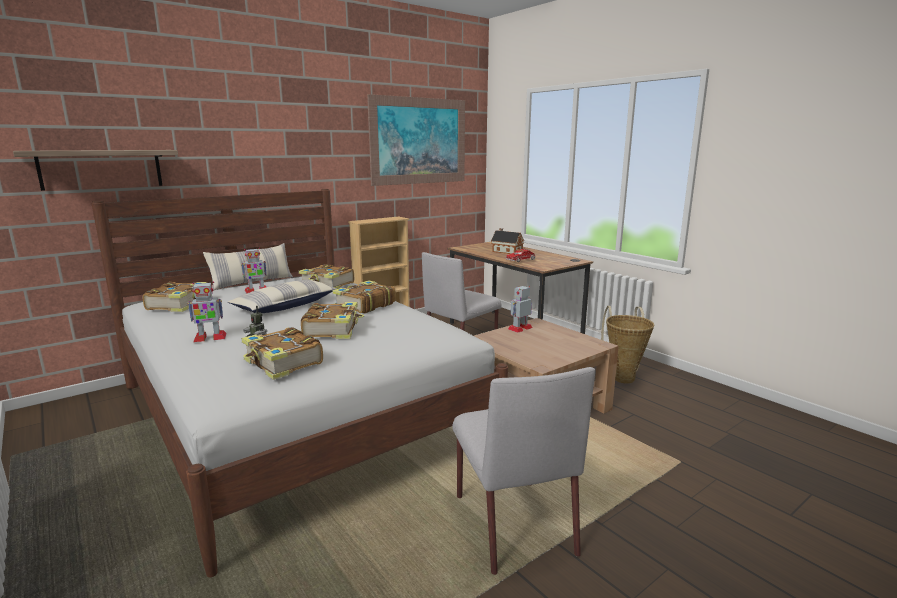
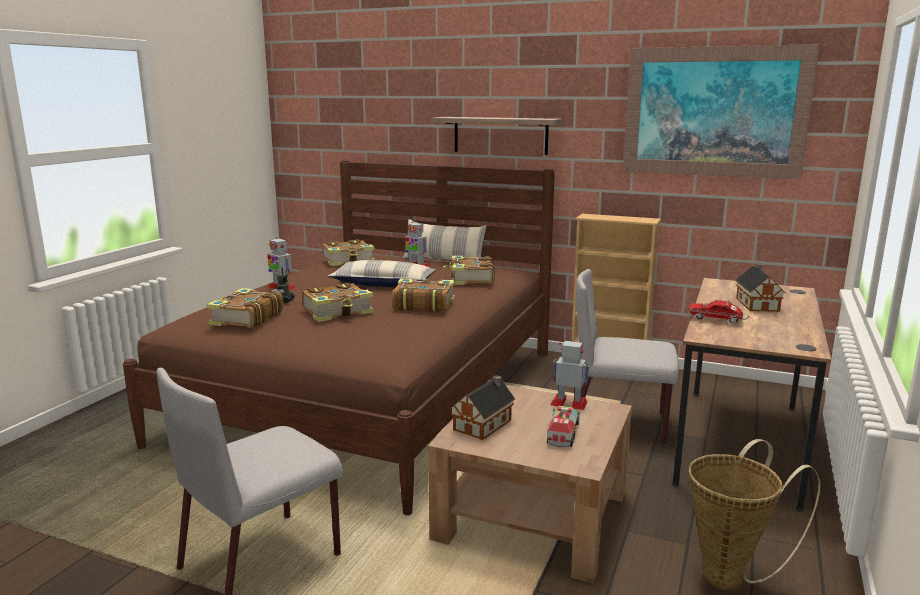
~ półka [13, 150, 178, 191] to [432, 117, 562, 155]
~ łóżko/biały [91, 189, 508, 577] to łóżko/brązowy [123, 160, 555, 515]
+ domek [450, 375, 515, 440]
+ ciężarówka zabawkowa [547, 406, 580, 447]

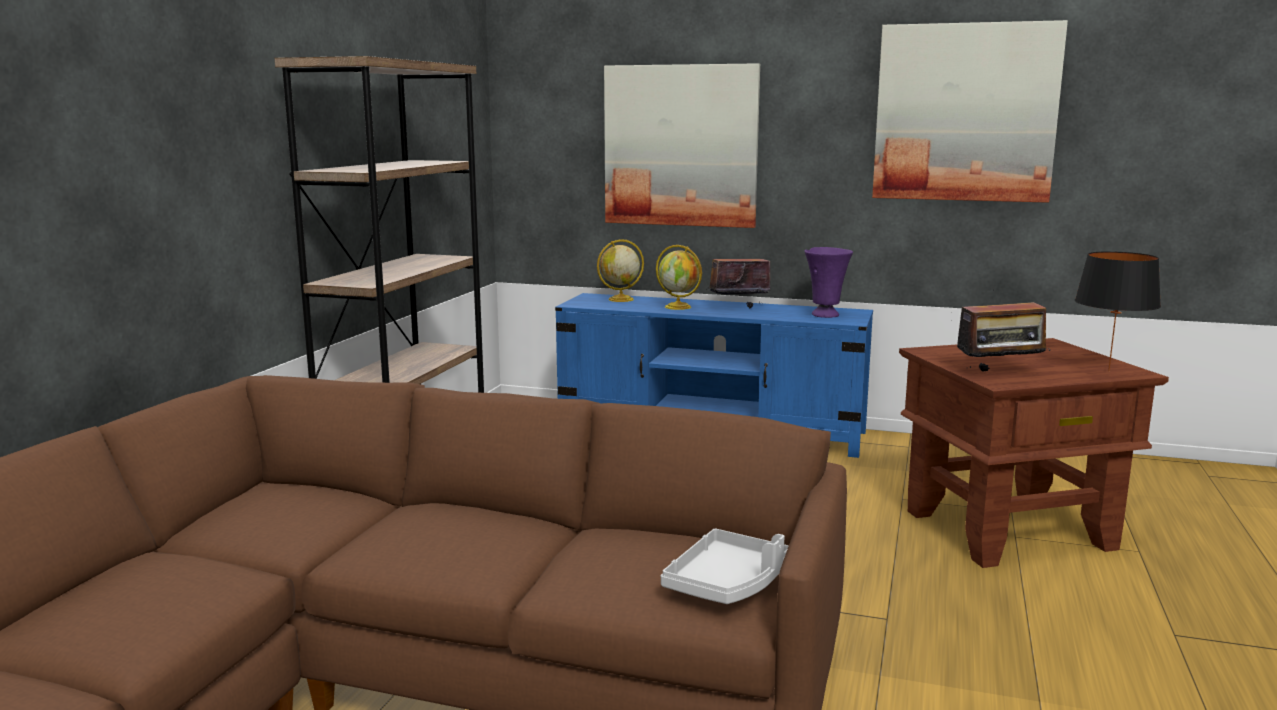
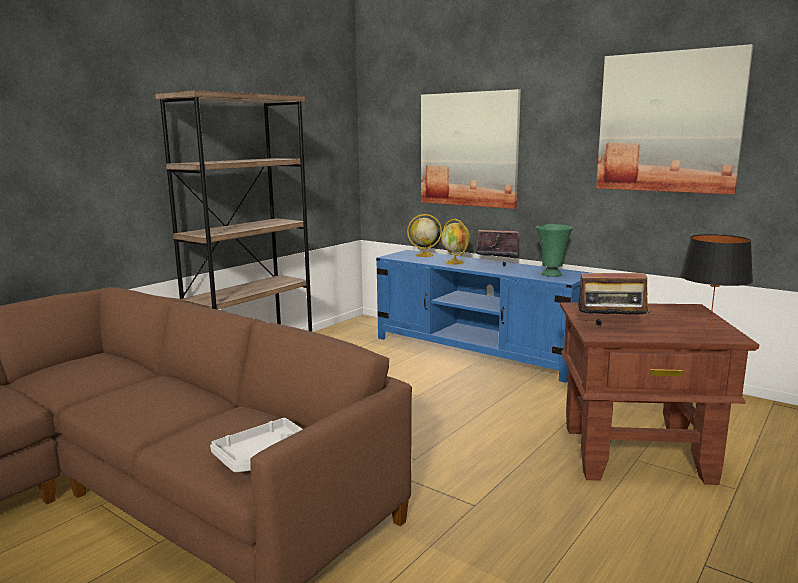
~ wazon/fioletowy [805, 247, 853, 318] to wazon/zielony [536, 224, 573, 277]

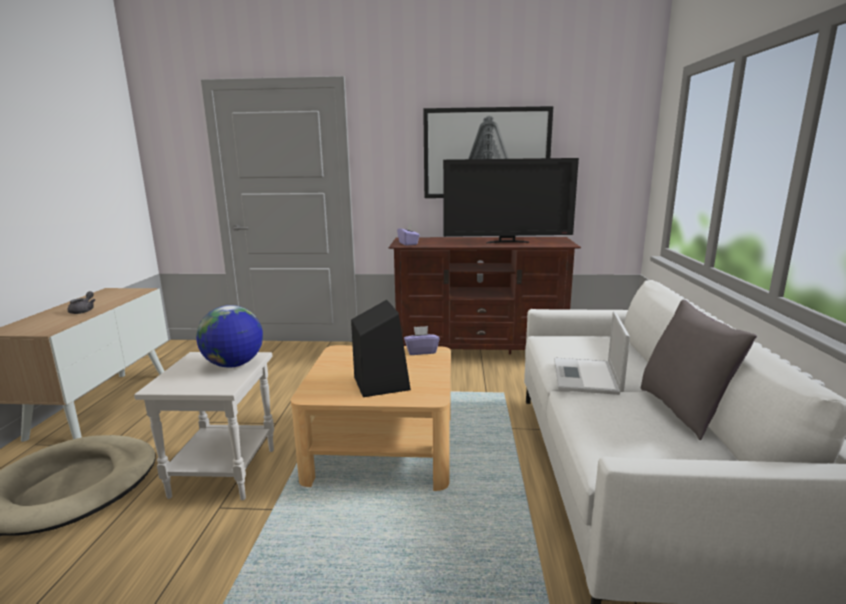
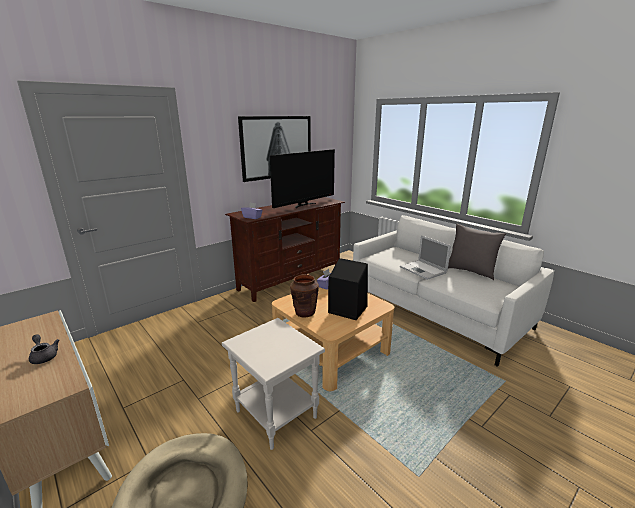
- globus [196, 305, 263, 368]
+ wazon/brązowy [290, 274, 319, 318]

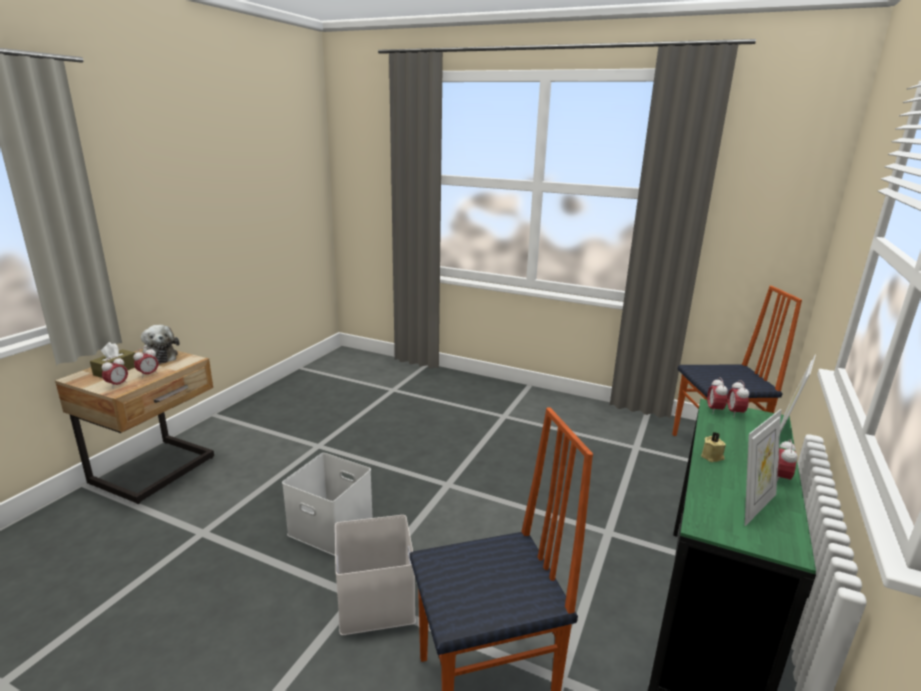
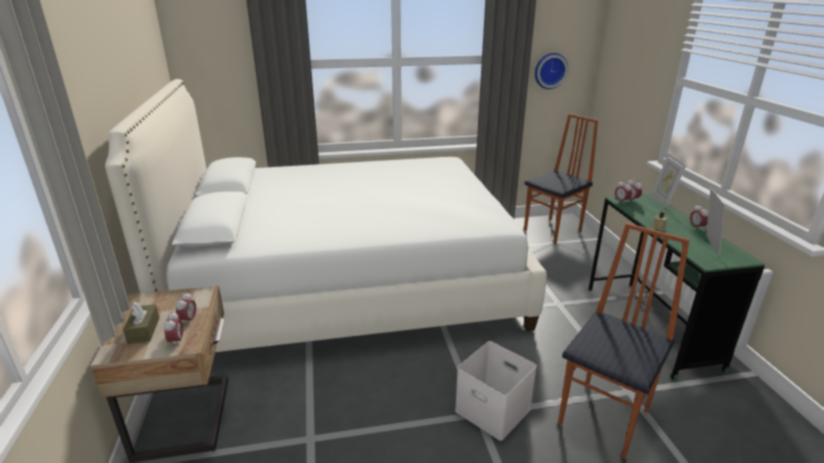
- pluszak [141, 325, 179, 364]
- pojemnik do przechowywania/biały [282, 453, 372, 556]
+ łóżko/biały [105, 79, 547, 352]
+ zegar ścienny [535, 53, 568, 89]

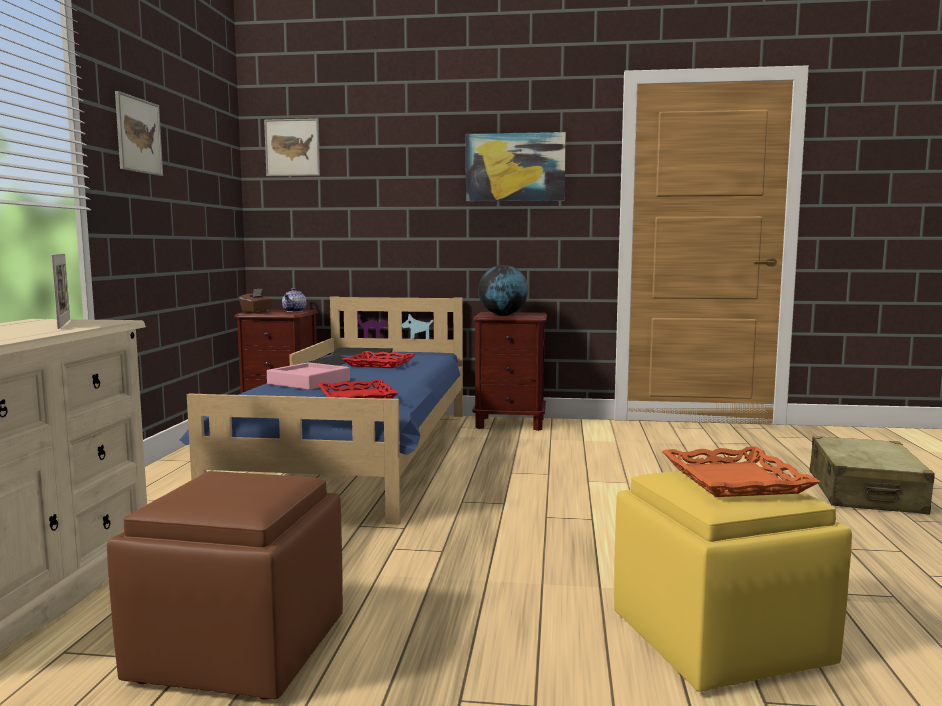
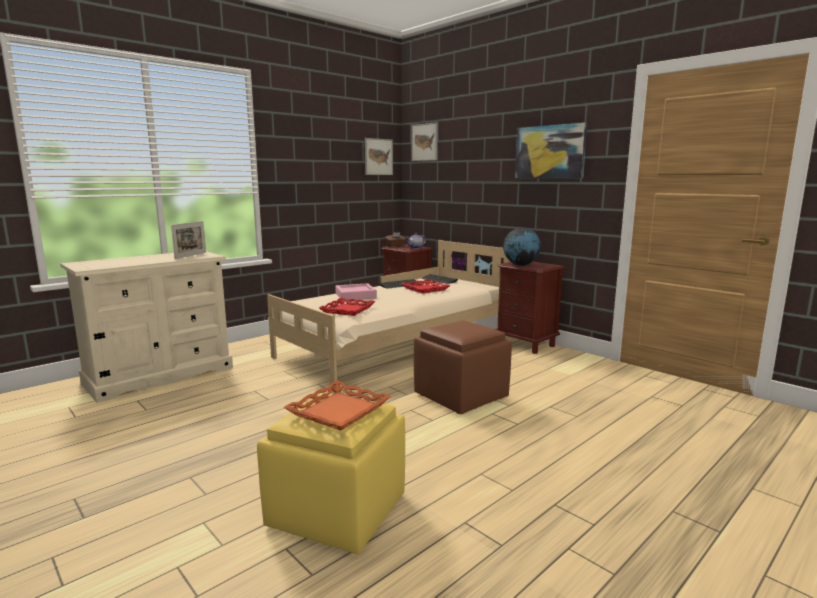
~ pufa/brązowy [107, 471, 343, 700] to [414, 320, 512, 414]
~ obraz [115, 91, 163, 176] to [365, 138, 393, 175]
~ łóżko/niebieski [179, 296, 463, 525] to łóżko/beżowy [267, 240, 510, 387]
- walizka/beżowy [810, 436, 935, 514]

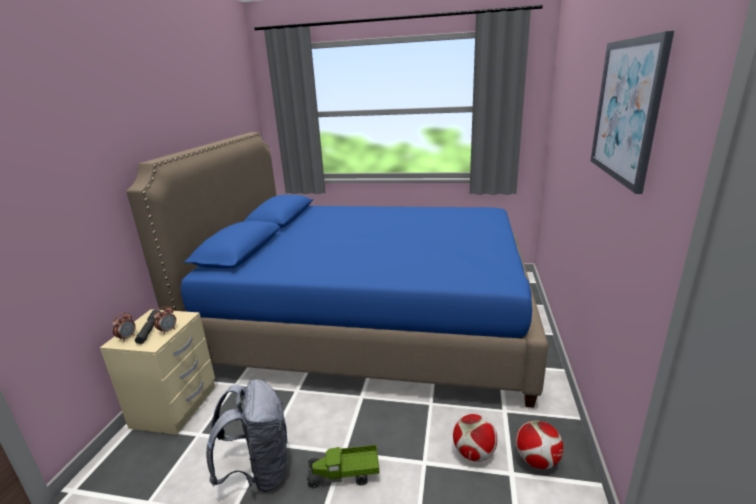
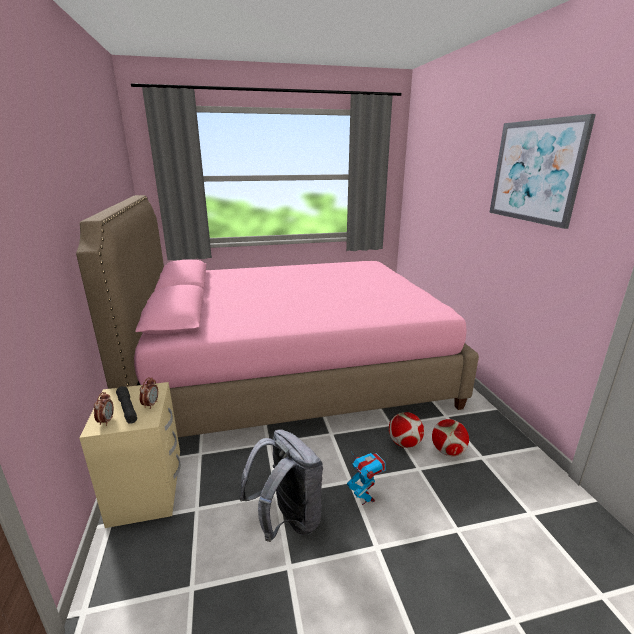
~ łóżko/niebieski [127, 132, 548, 408] to łóżko/różowy [76, 195, 479, 437]
~ ciężarówka zabawkowa [307, 445, 380, 488] to robot zabawkowy [347, 452, 386, 505]
~ piłka futbolowa [516, 421, 564, 469] to [389, 412, 424, 448]

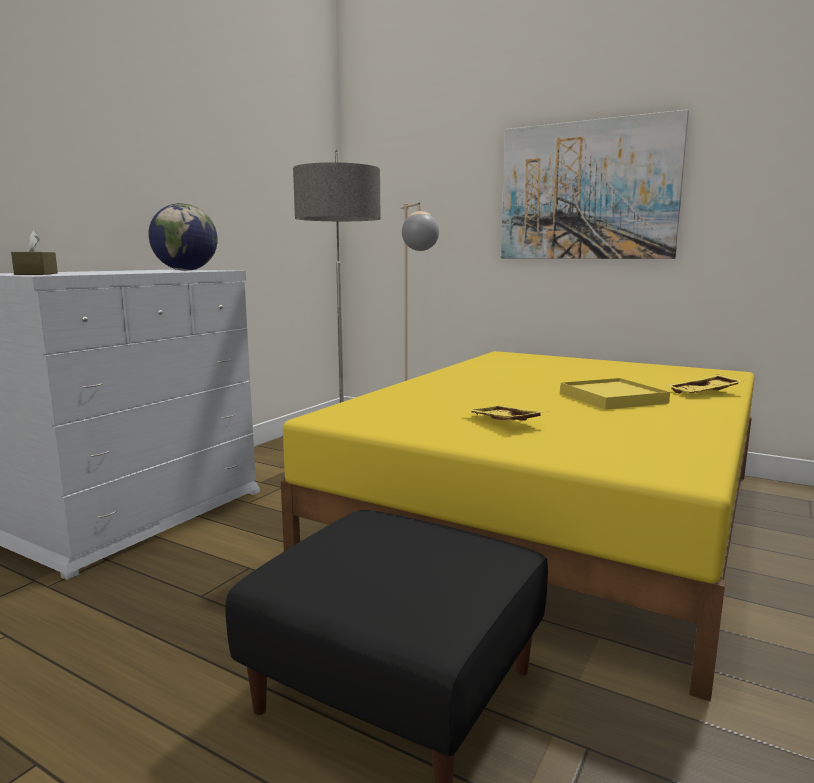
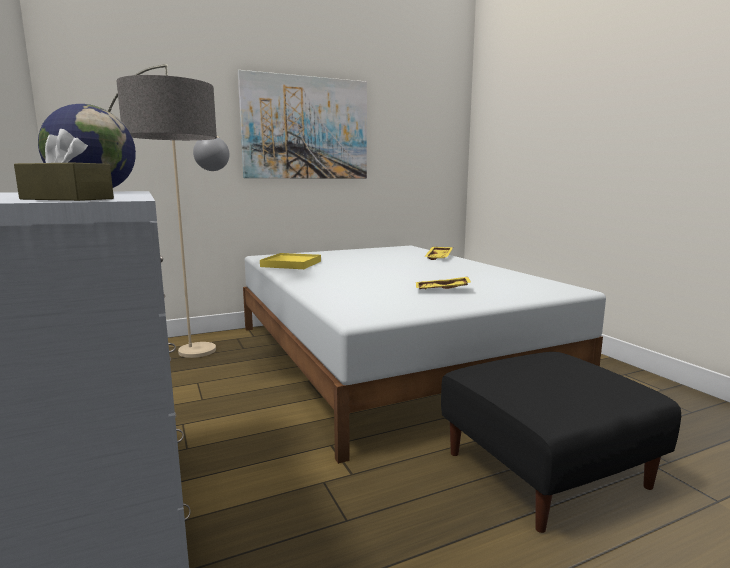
~ łóżko/żółty [281, 351, 755, 702] to łóżko/biały [243, 246, 606, 464]
~ taca/żółty [560, 378, 670, 410] to [260, 253, 321, 269]

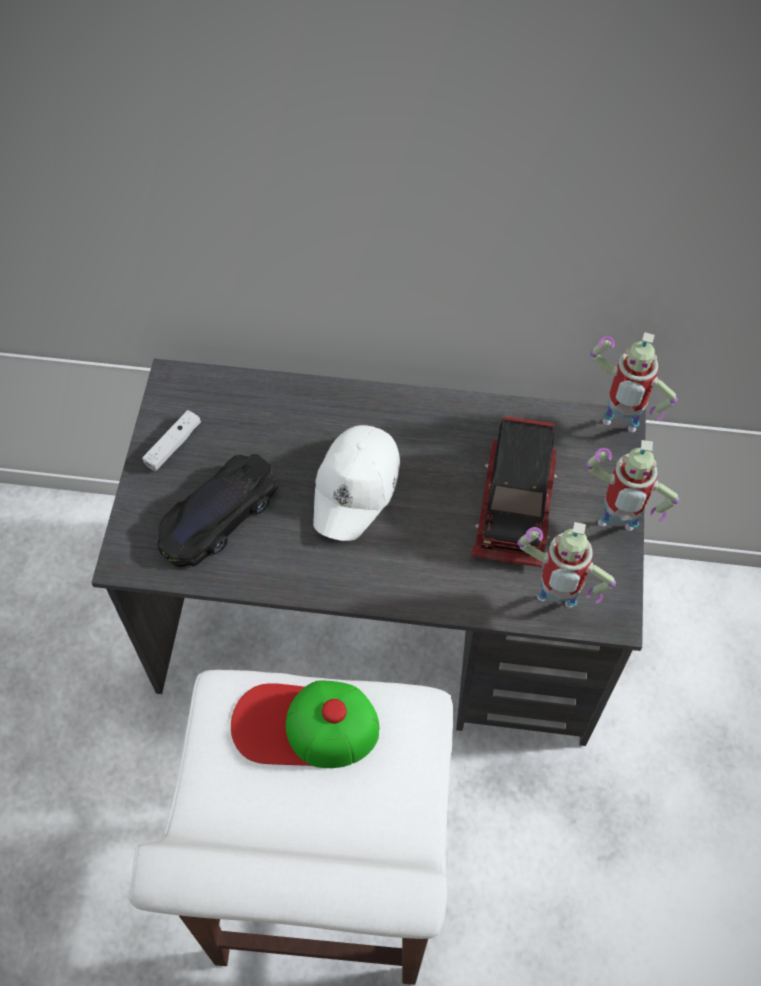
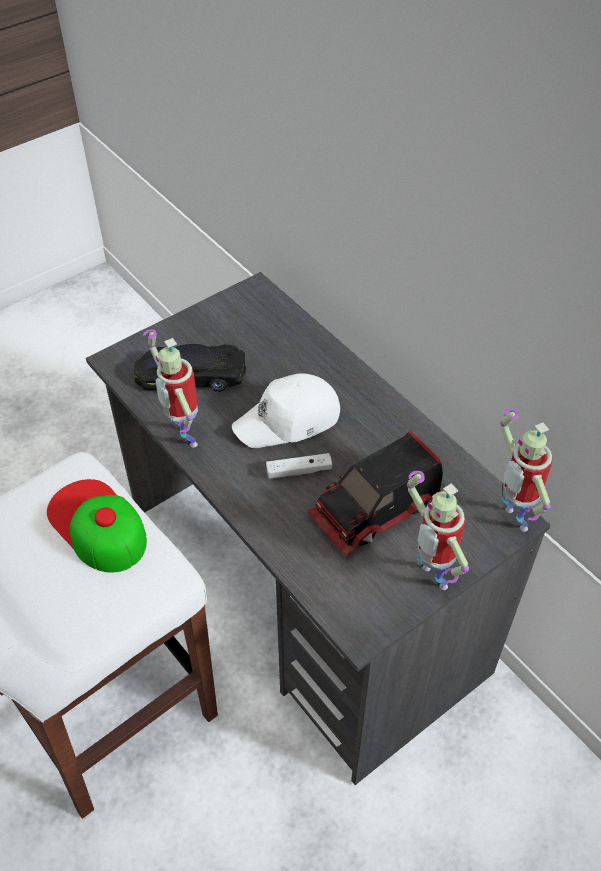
~ pad do gier/biały [142, 410, 201, 471] to [266, 453, 332, 479]
~ robot zabawkowy [517, 522, 616, 608] to [143, 329, 198, 448]

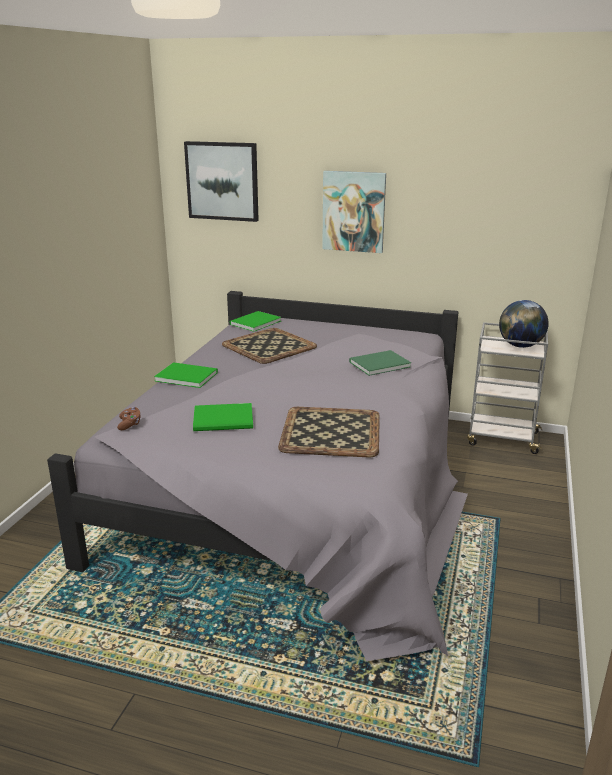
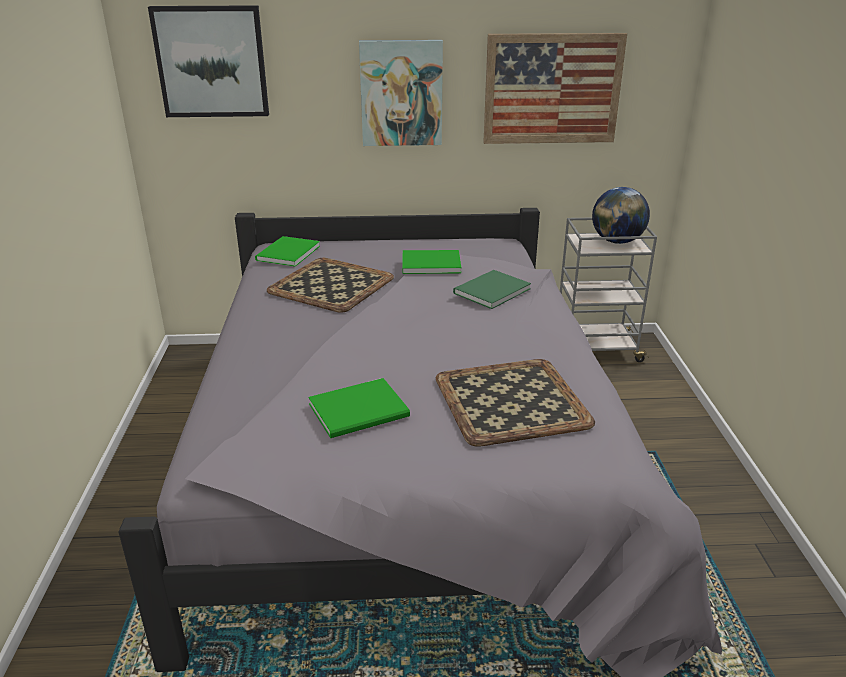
- pad do gier/brązowy [117, 407, 140, 430]
~ książka/zielony [154, 362, 218, 388] to [402, 250, 462, 274]
+ obraz [483, 33, 627, 144]

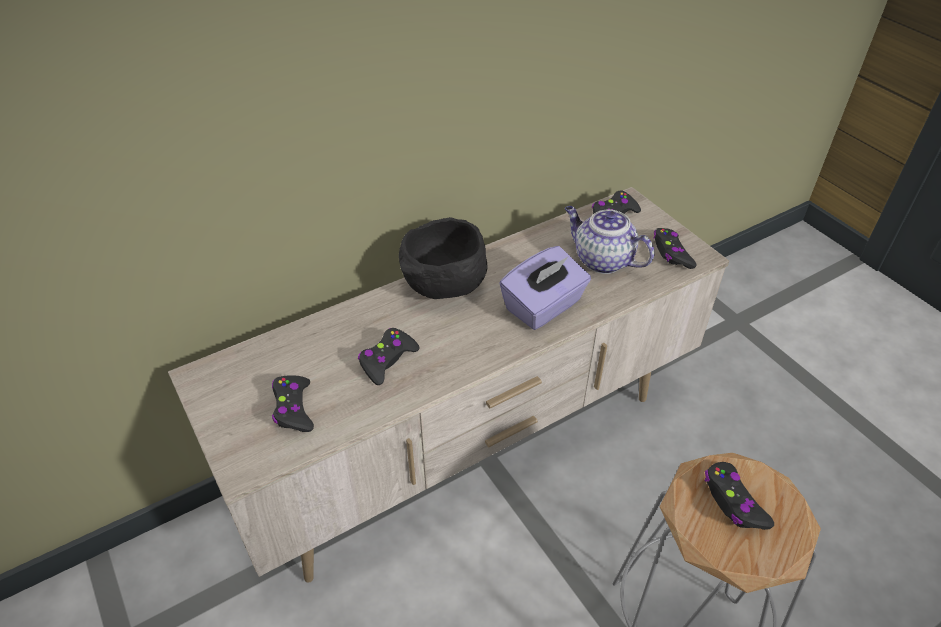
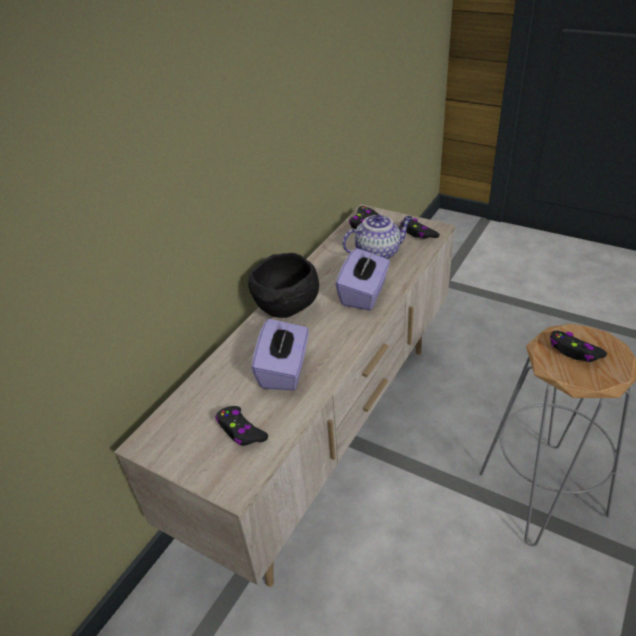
~ pad do gier/czarny [358, 328, 420, 385] to pudełko chusteczek/fioletowy [252, 319, 309, 391]
~ imbryk [565, 206, 655, 274] = [342, 214, 413, 259] 150 degrees clockwise

